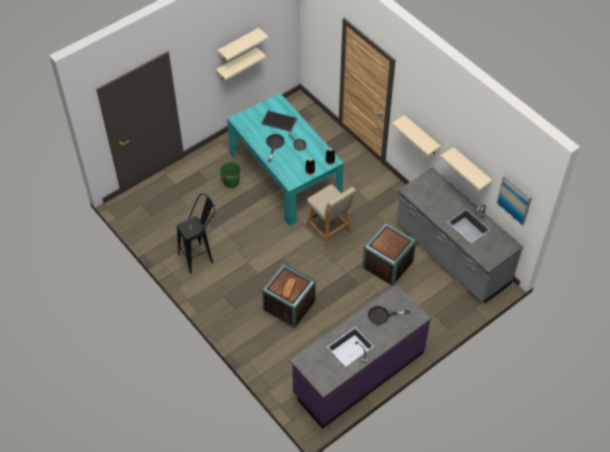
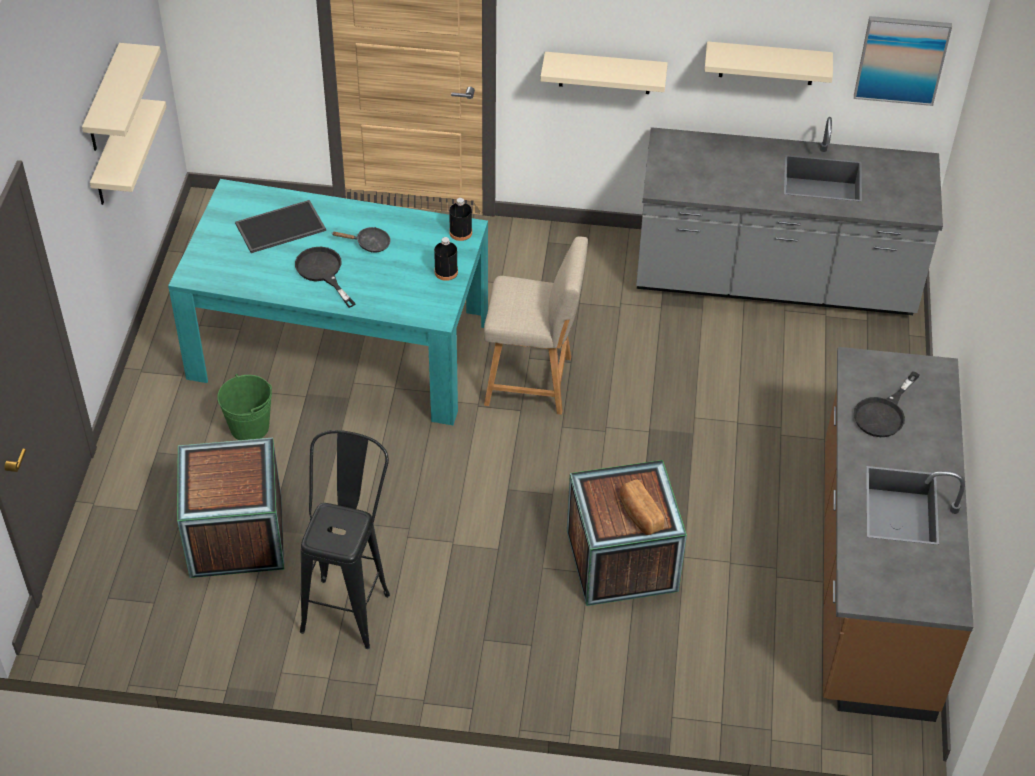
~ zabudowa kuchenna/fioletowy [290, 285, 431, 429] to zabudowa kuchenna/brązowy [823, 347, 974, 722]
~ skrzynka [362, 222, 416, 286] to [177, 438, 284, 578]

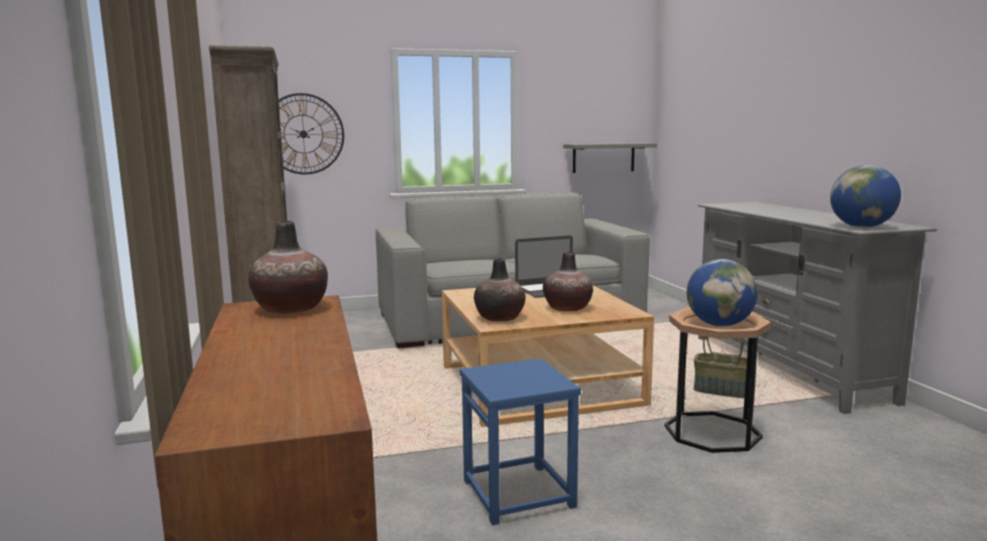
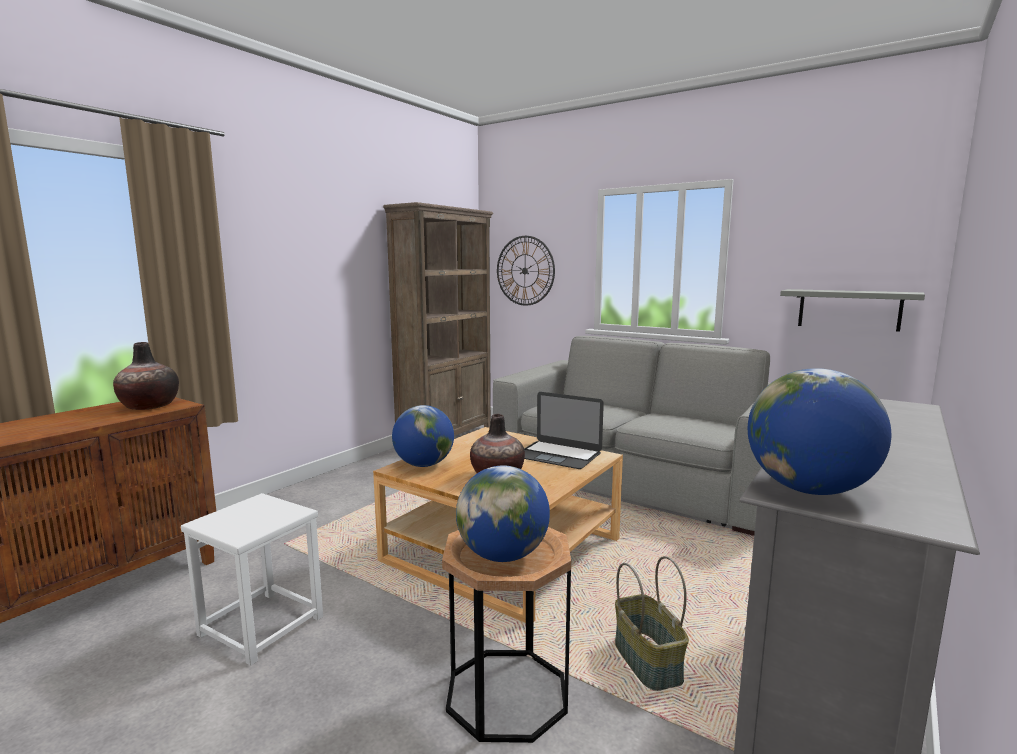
~ stołek/niebieski [460, 358, 581, 525] to stołek/biały [181, 493, 323, 666]
~ wazon [474, 258, 525, 322] to globus [392, 405, 454, 467]

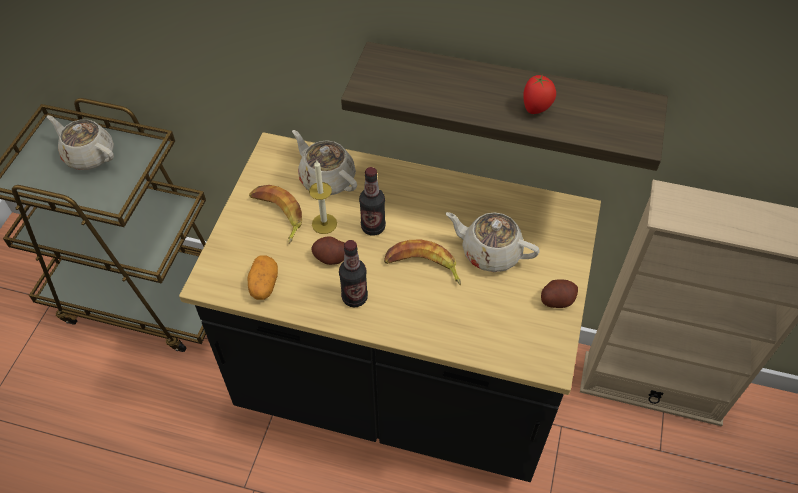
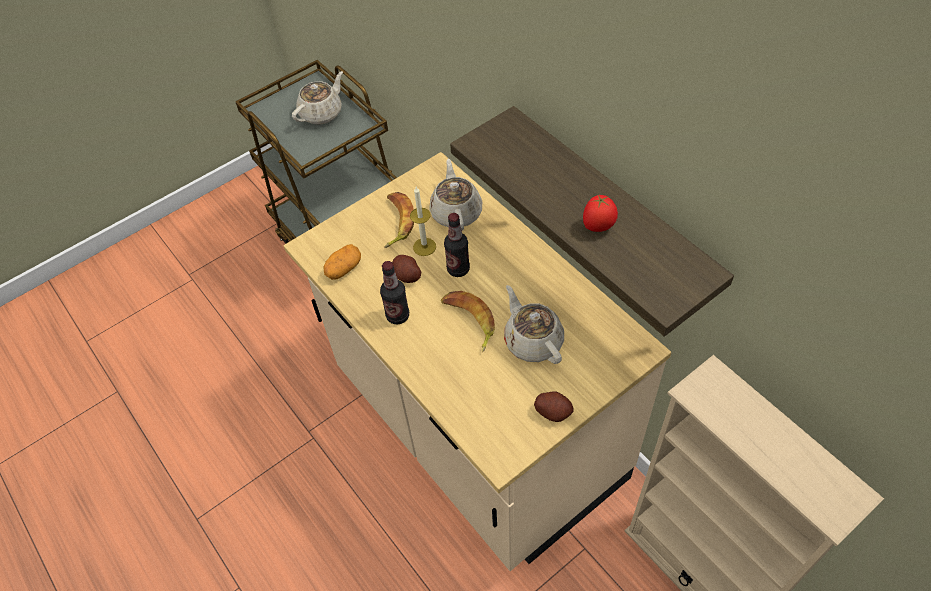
~ imbryk/beżowy [47, 115, 114, 170] = [292, 71, 343, 124] 60 degrees clockwise
~ zabudowa kuchenna/czarny [179, 132, 601, 482] to zabudowa kuchenna/beżowy [284, 152, 671, 571]

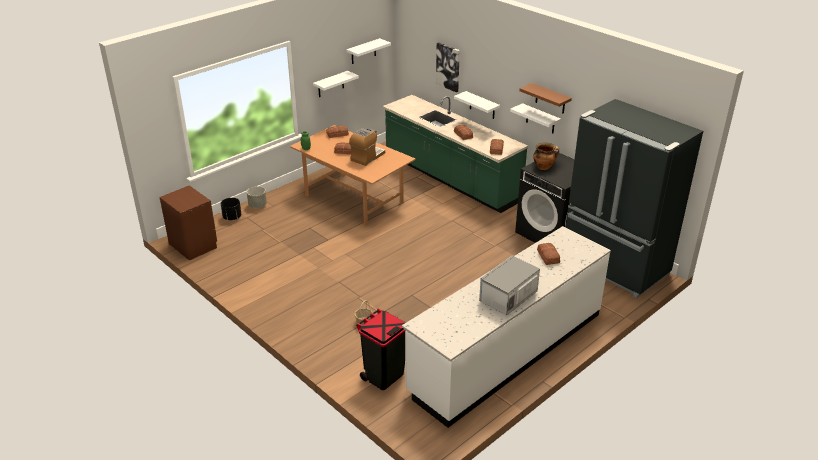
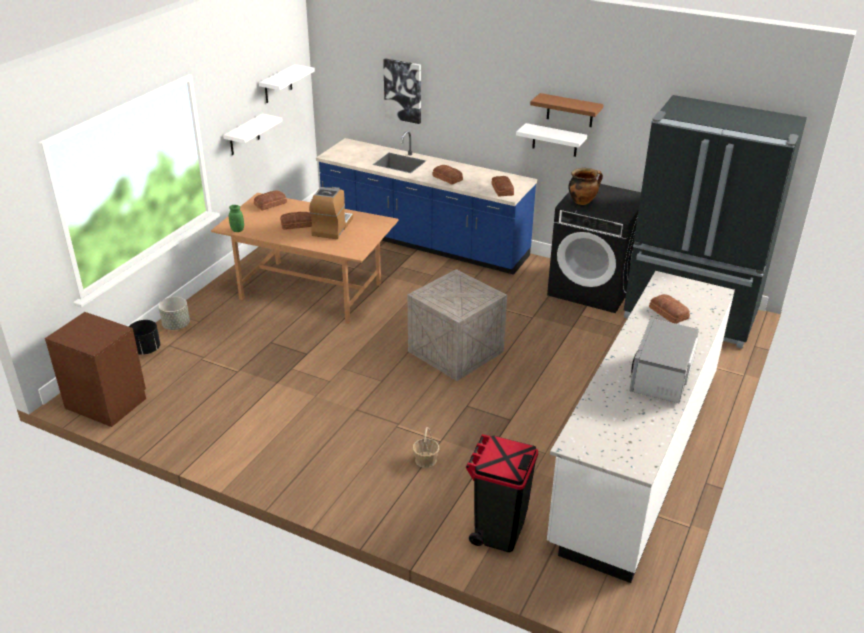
~ zabudowa kuchenna/zielony [383, 95, 528, 213] to zabudowa kuchenna/niebieski [316, 131, 537, 275]
- półka/biały [454, 91, 500, 119]
+ skrzynka [408, 269, 507, 381]

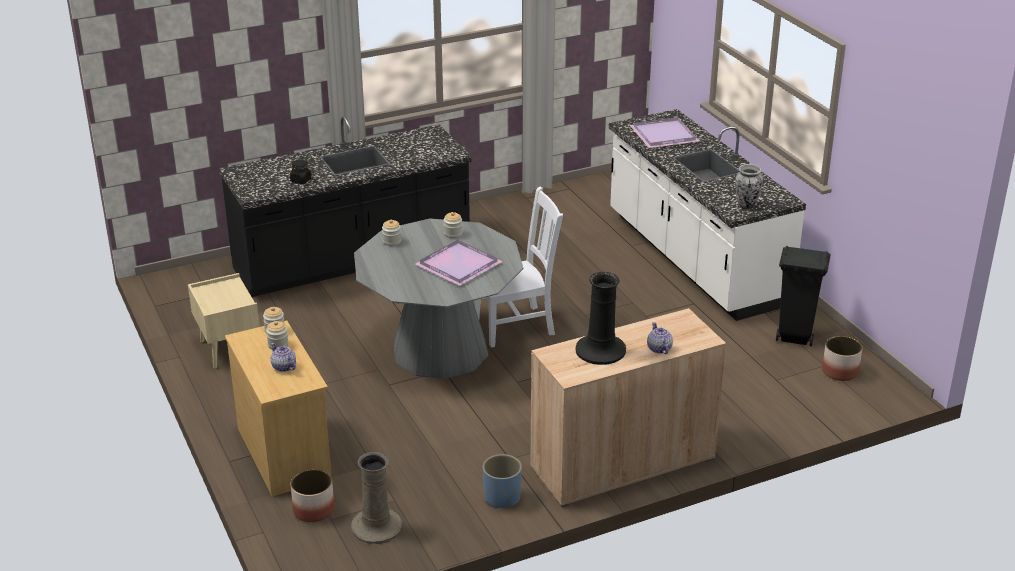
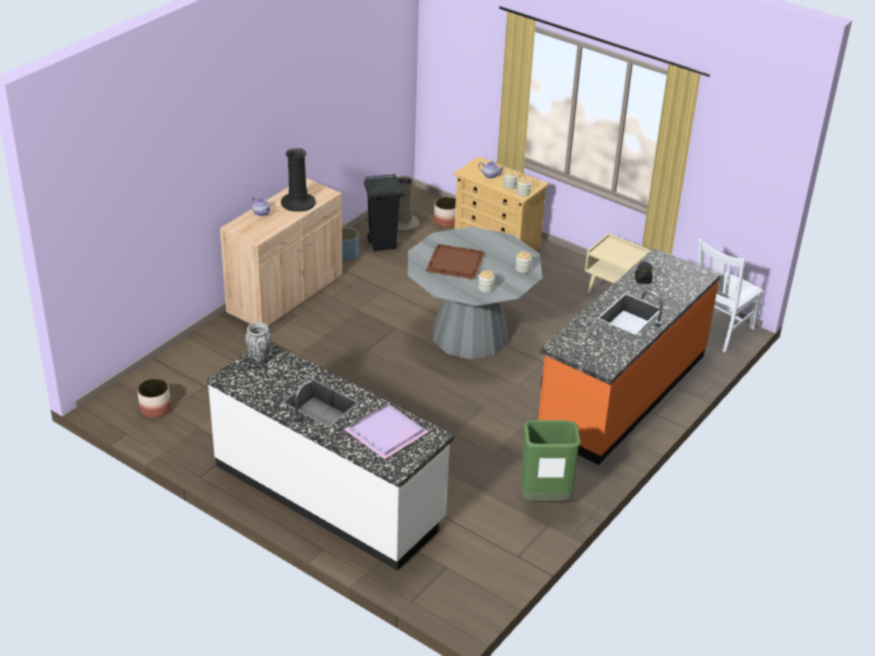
~ zabudowa kuchenna/czarny [219, 116, 472, 297] to zabudowa kuchenna/pomarańczowy [538, 248, 721, 465]
~ taca/fioletowy [415, 240, 503, 286] to taca/brązowy [425, 244, 485, 280]
~ krzesło/biały [473, 187, 563, 348] to [698, 239, 763, 352]
~ kosz na śmieci/czarny [776, 246, 831, 347] to [364, 174, 404, 251]
+ kosz na śmieci/zielony [521, 420, 581, 501]

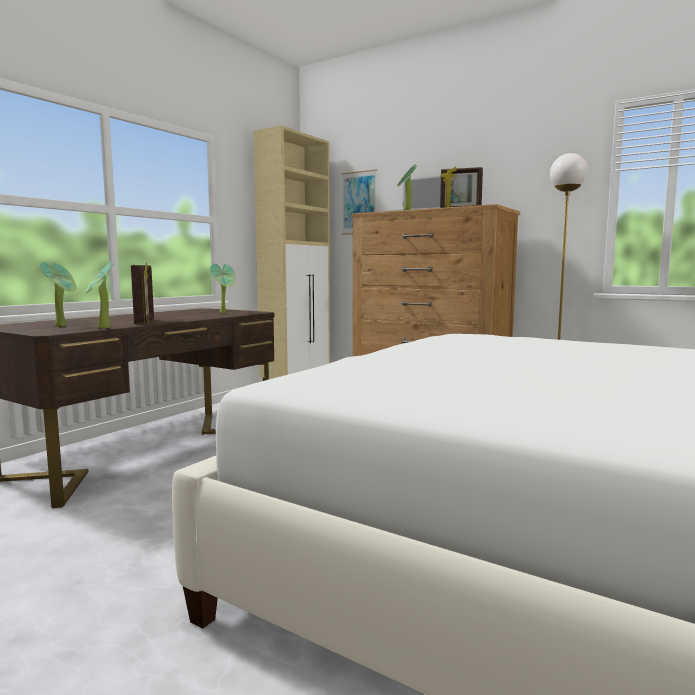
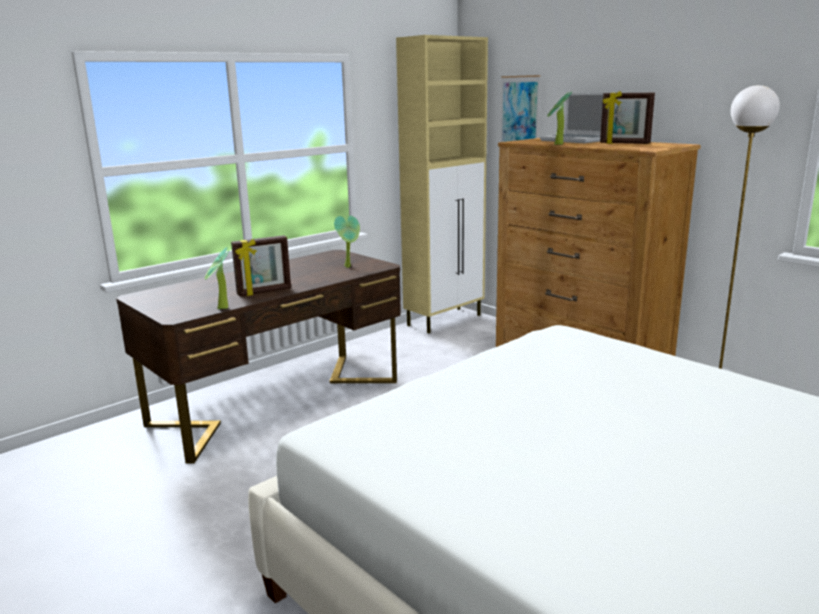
- roślina doniczkowa [39, 262, 77, 327]
~ ramka na zdjęcie [131, 263, 154, 324] = [231, 235, 291, 296] 60 degrees clockwise

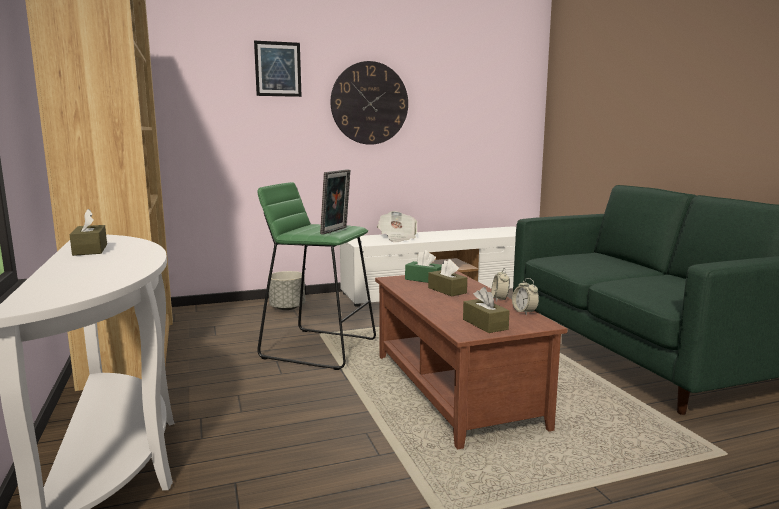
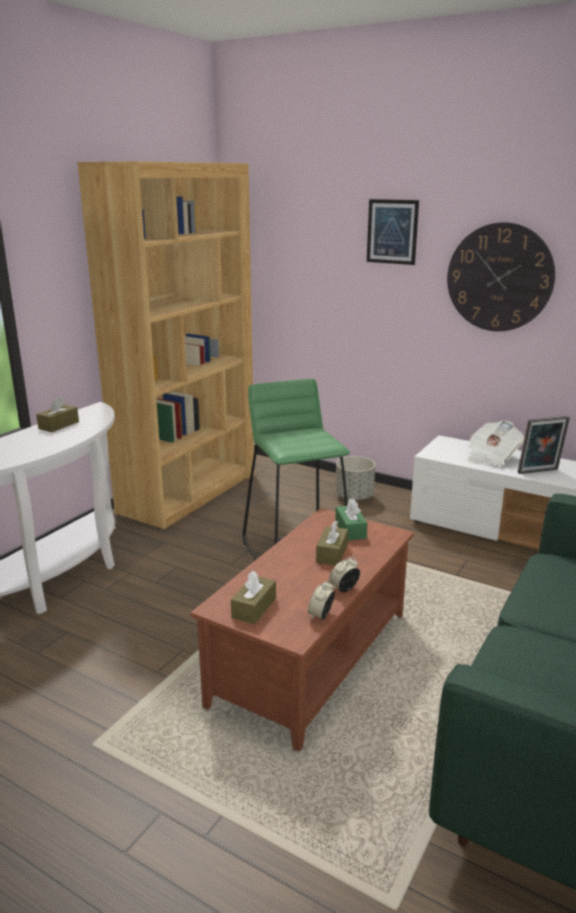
~ ramka na zdjęcie [320, 169, 350, 235] to [518, 416, 570, 474]

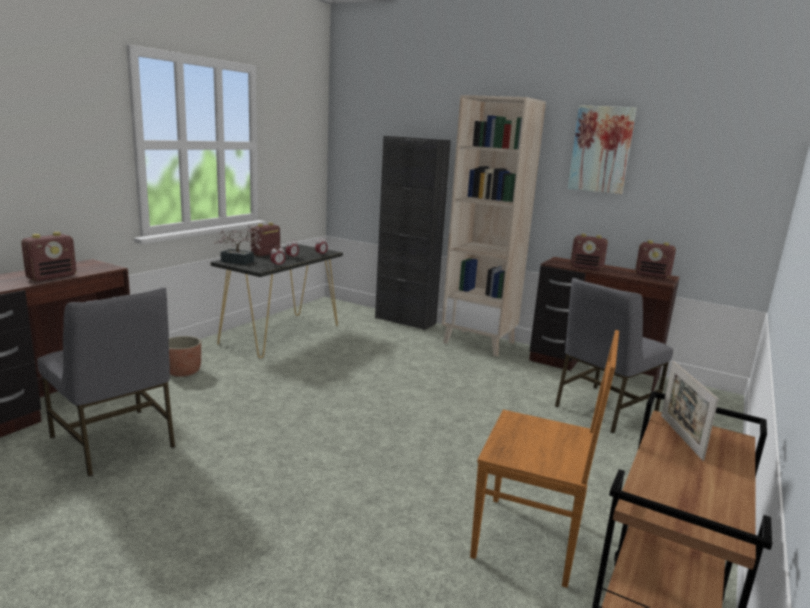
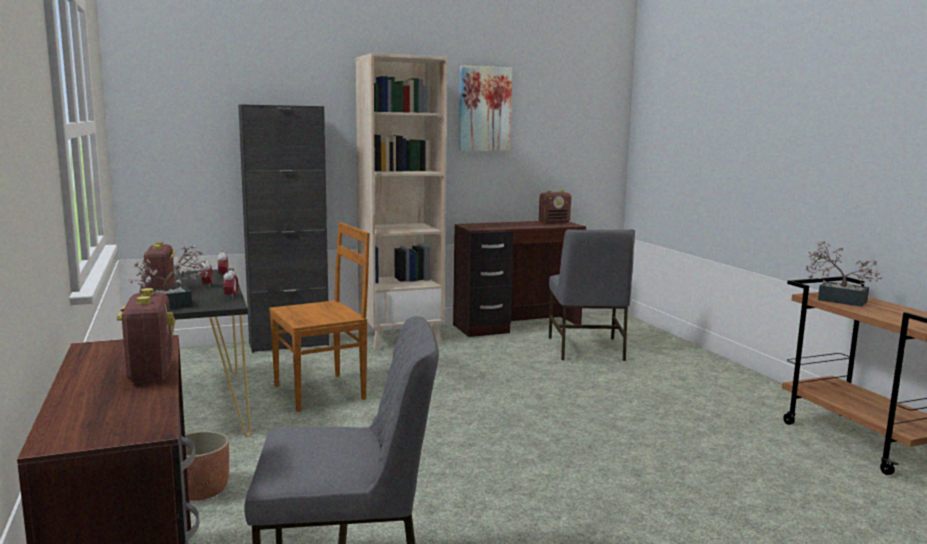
~ krzesło/brązowy [470, 330, 619, 588] to [269, 222, 370, 412]
- radio [570, 234, 608, 271]
~ ramka na zdjęcie [661, 361, 719, 461] to roślina doniczkowa [806, 241, 882, 307]

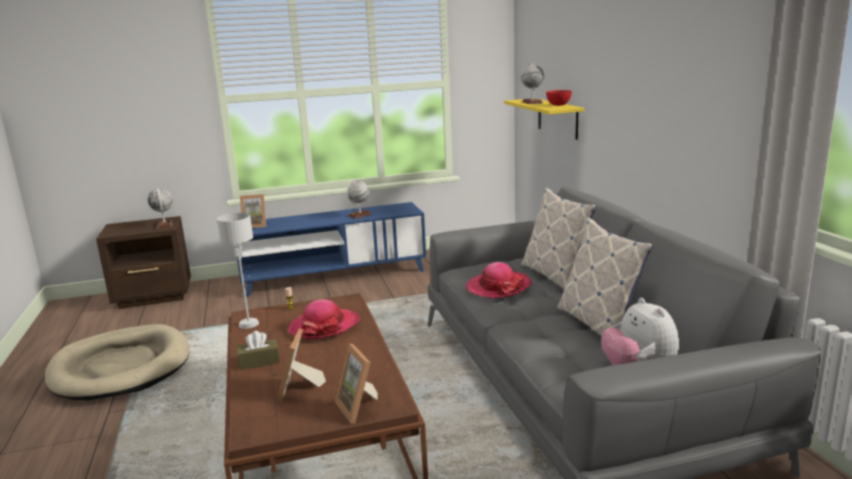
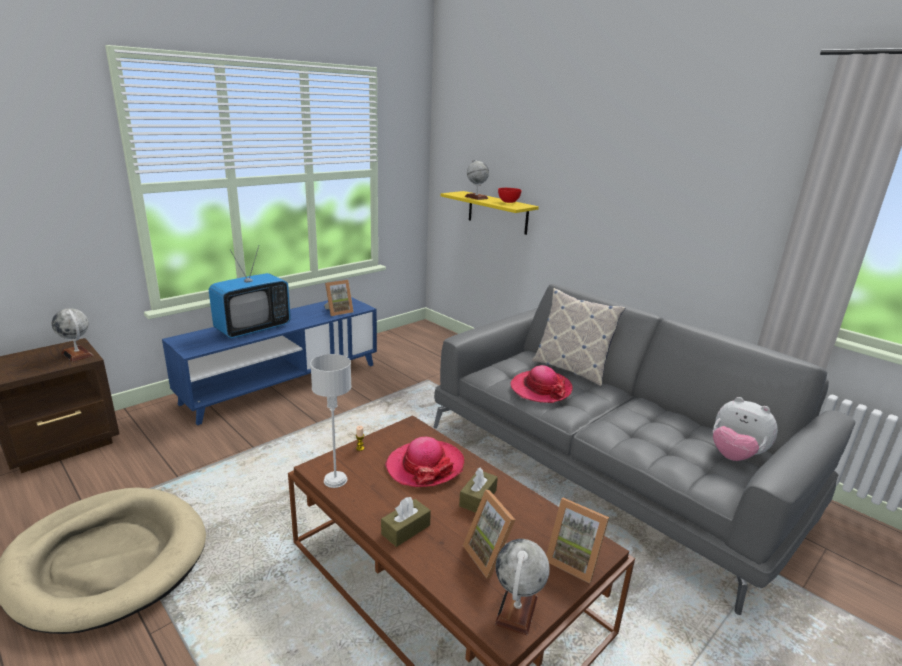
~ ramka na zdjęcie [240, 194, 266, 228] to [324, 280, 354, 316]
~ globus [347, 180, 372, 219] to [495, 539, 550, 635]
- poduszka [557, 218, 653, 337]
+ telewizor [209, 245, 291, 338]
+ pudełko chusteczek/brązowy [459, 468, 498, 513]

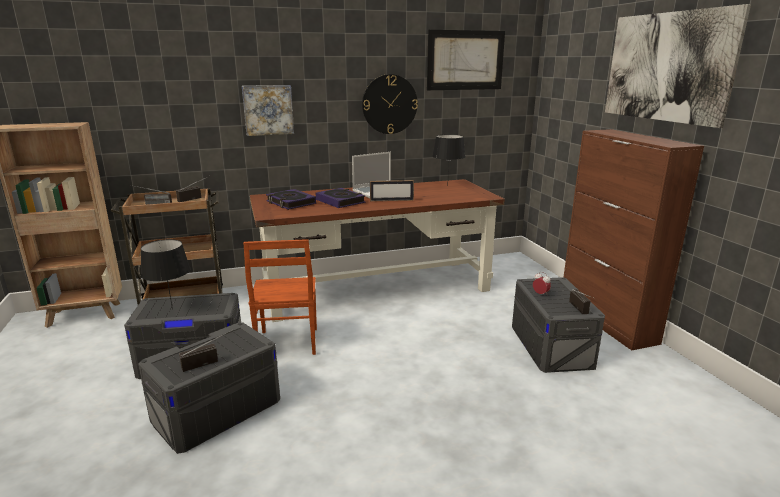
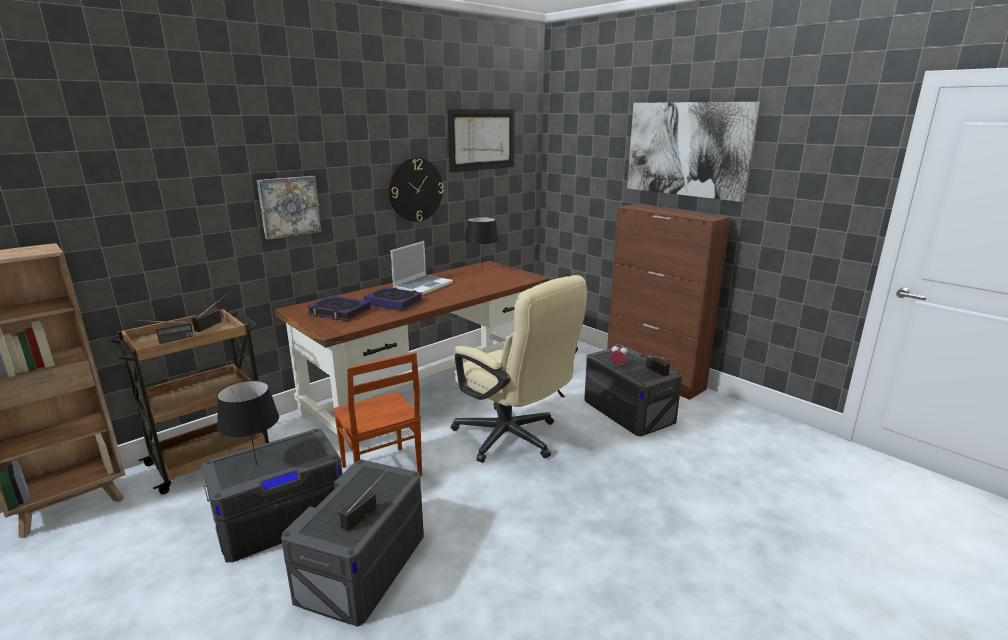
- ramka na zdjęcie [370, 180, 414, 201]
+ krzesło biurowe/beżowy [451, 275, 588, 463]

